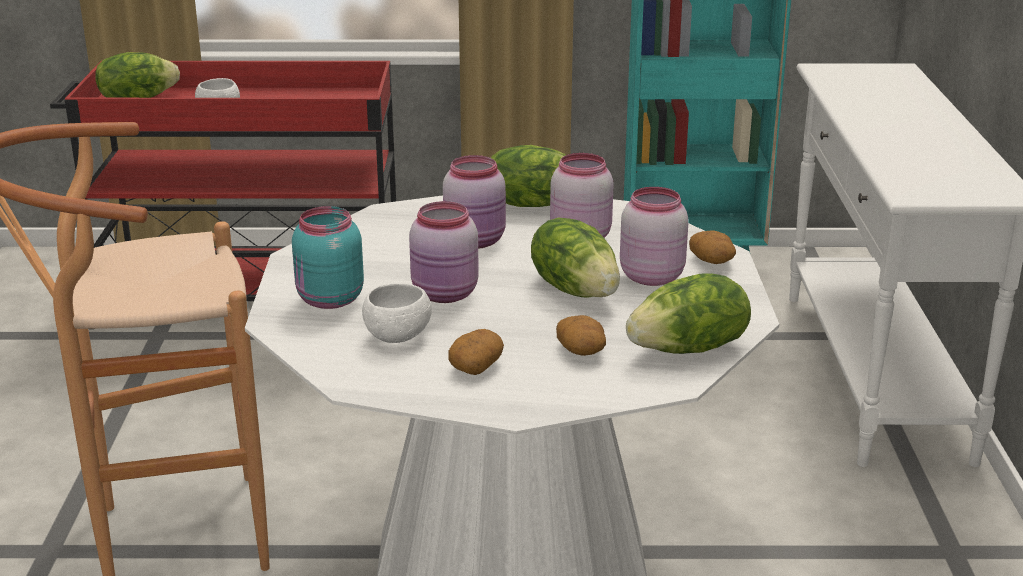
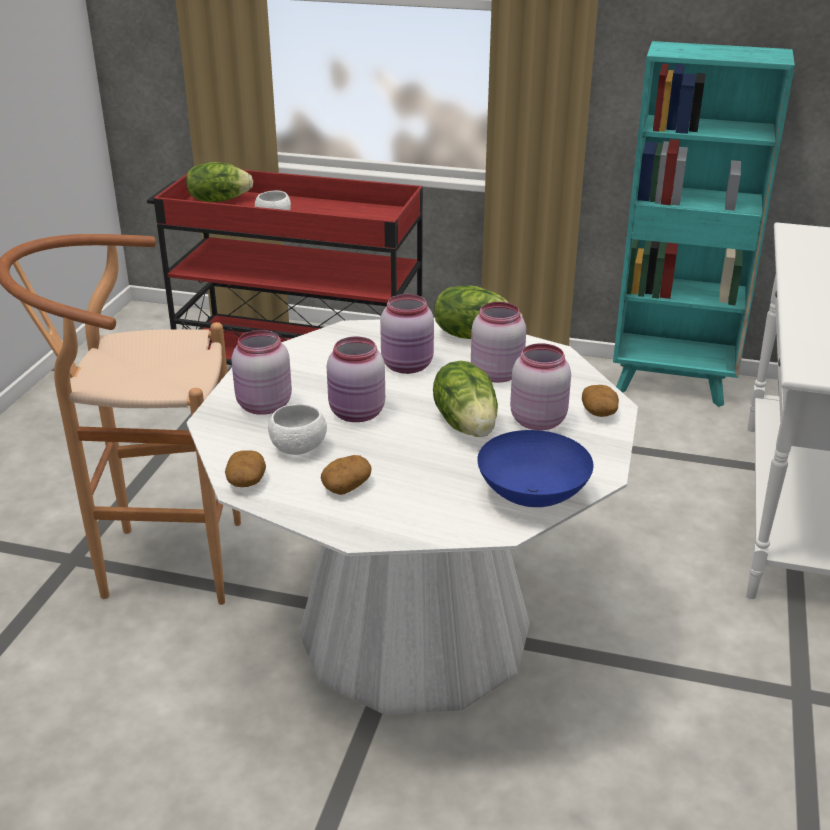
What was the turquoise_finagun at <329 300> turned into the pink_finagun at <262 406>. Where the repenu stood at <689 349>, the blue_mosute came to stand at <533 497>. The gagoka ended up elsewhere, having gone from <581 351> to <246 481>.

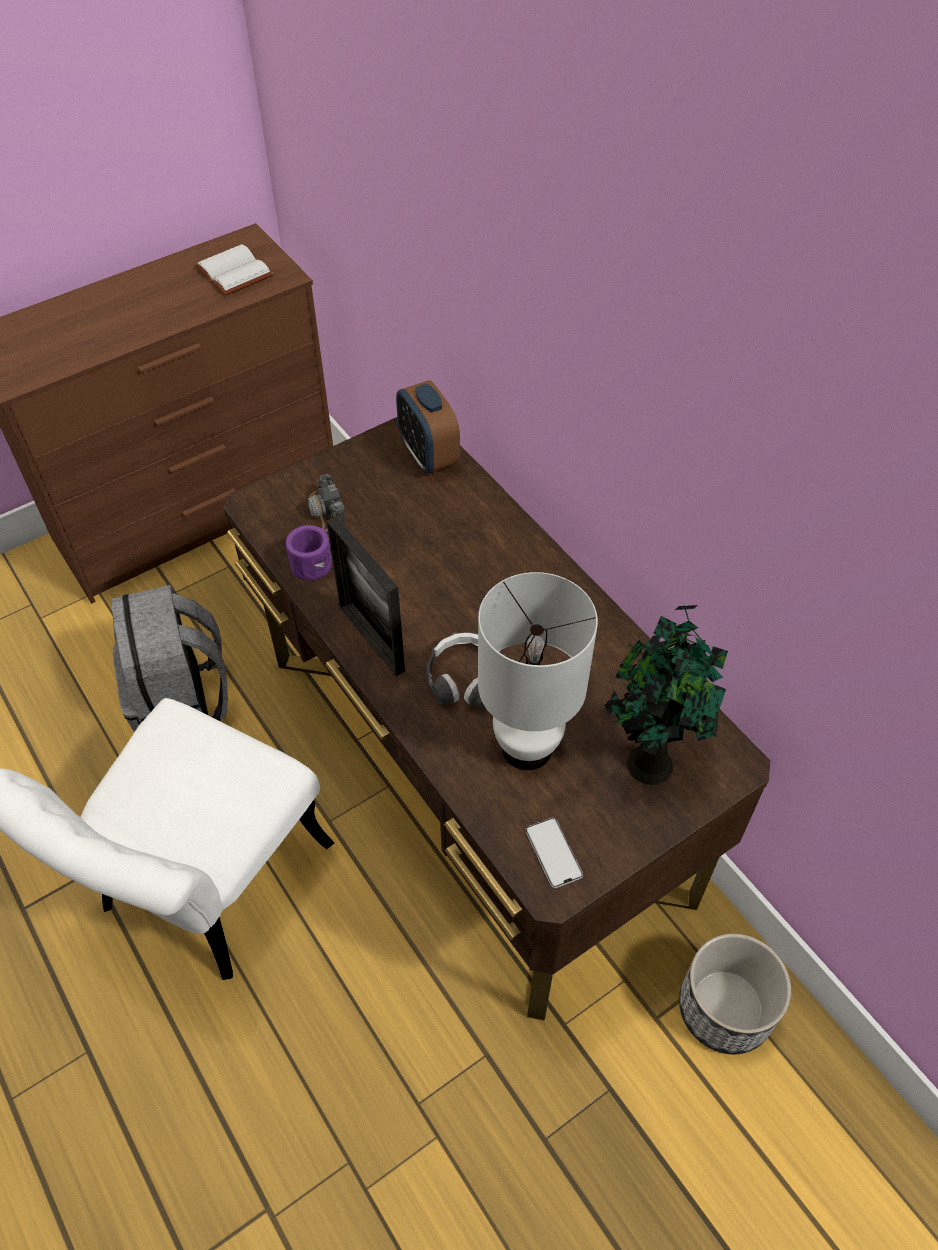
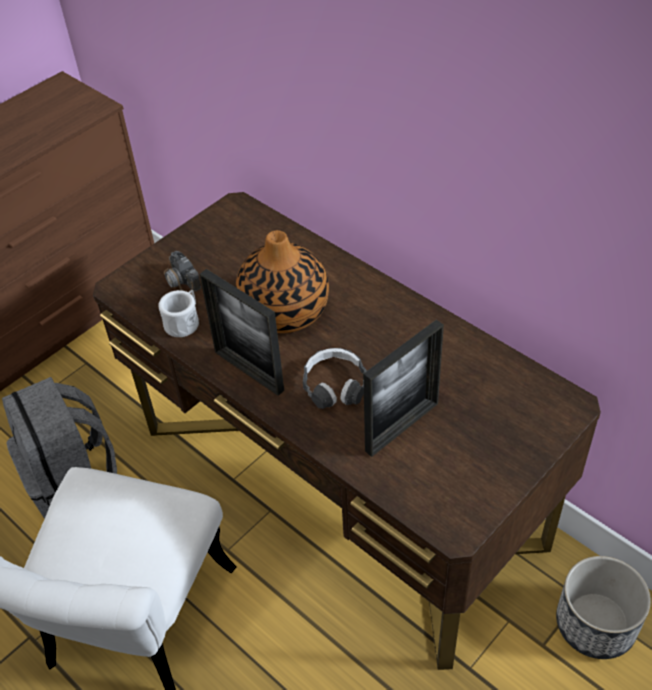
The second view lost the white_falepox at <232 272>. The second view lost the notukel at <428 455>. What was the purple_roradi at <315 562> turned into the white_roradi at <184 322>. Where the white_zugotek stood at <527 746>, the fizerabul came to stand at <402 427>. The second view lost the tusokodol at <648 760>. The second view lost the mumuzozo at <553 852>. The second view gained the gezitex at <285 310>.

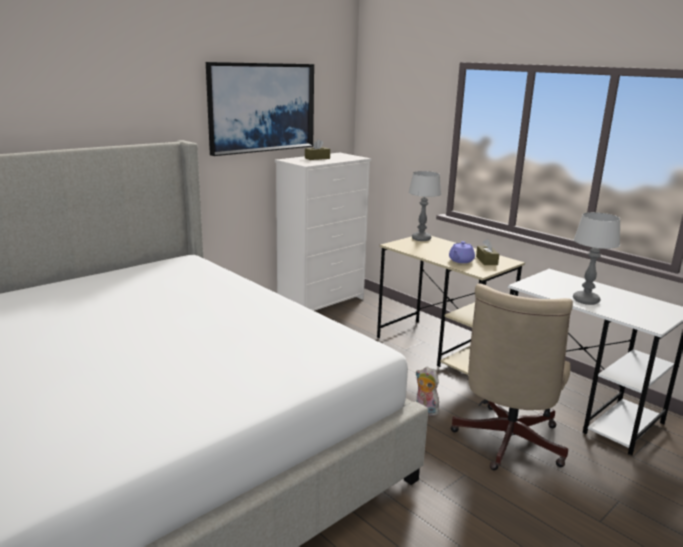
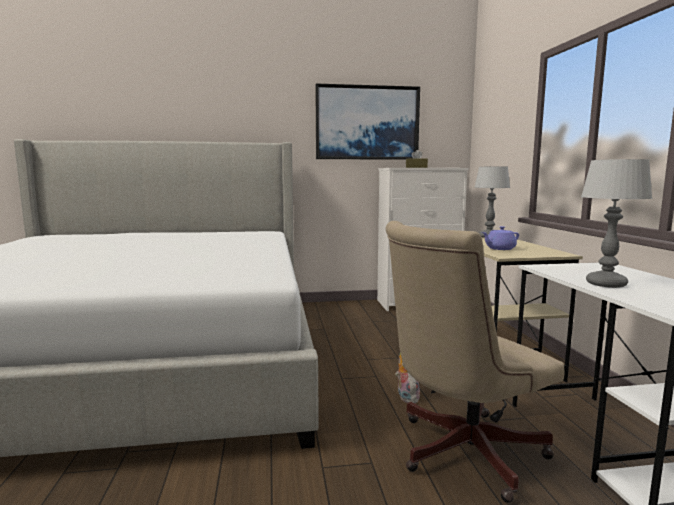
The second view lost the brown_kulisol at <486 261>.

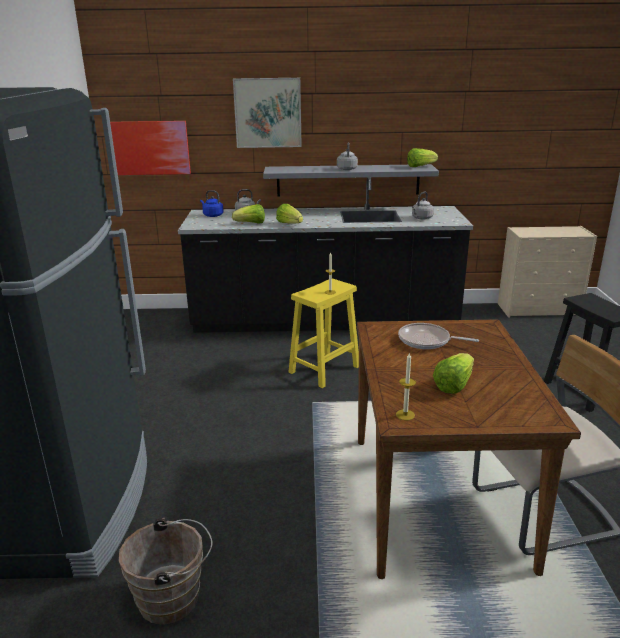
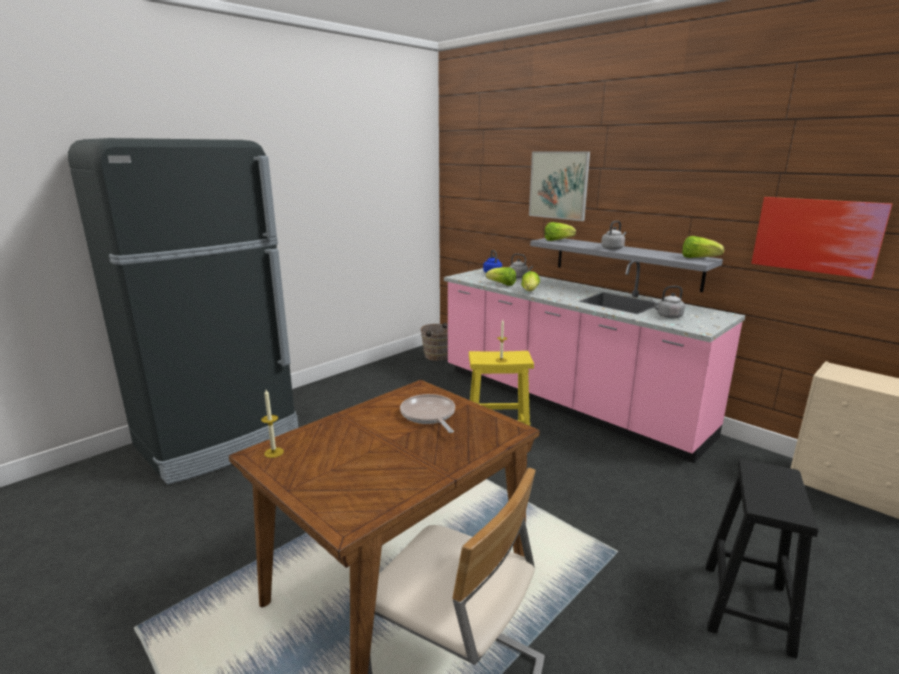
The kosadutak ended up elsewhere, having gone from <149 148> to <816 235>. What was the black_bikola at <324 321> turned into the pink_bikola at <566 402>. The repenu ended up elsewhere, having gone from <453 385> to <557 240>. The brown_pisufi ended up elsewhere, having gone from <174 598> to <439 356>.

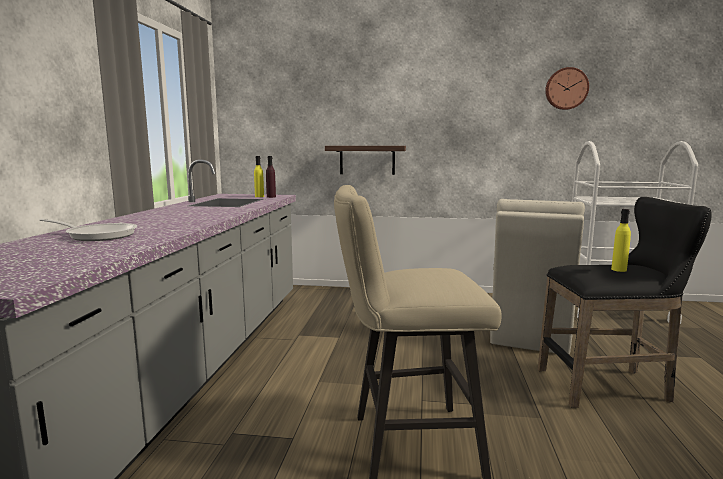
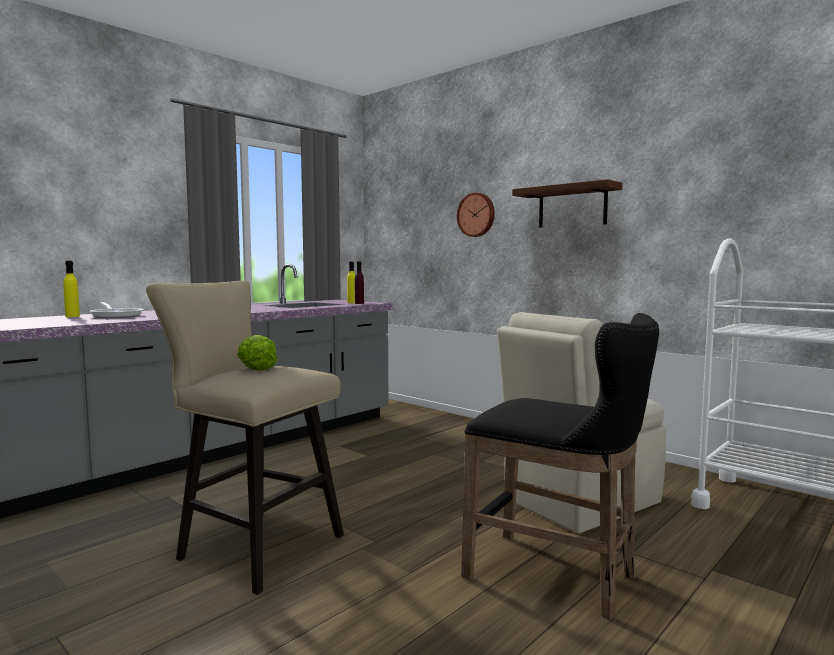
The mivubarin ended up elsewhere, having gone from <566 89> to <476 215>. The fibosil ended up elsewhere, having gone from <367 160> to <572 206>. The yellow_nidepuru ended up elsewhere, having gone from <619 269> to <72 316>. The second view gained the repenu at <255 368>.

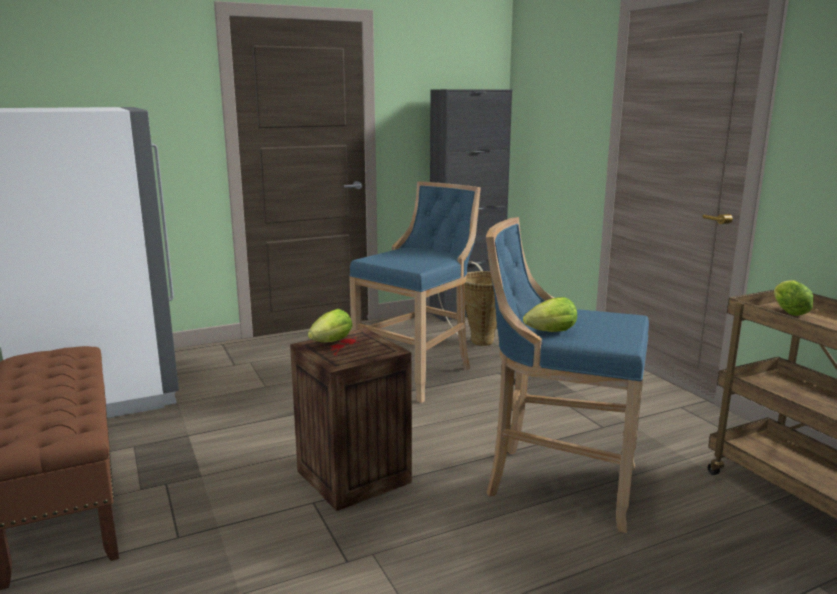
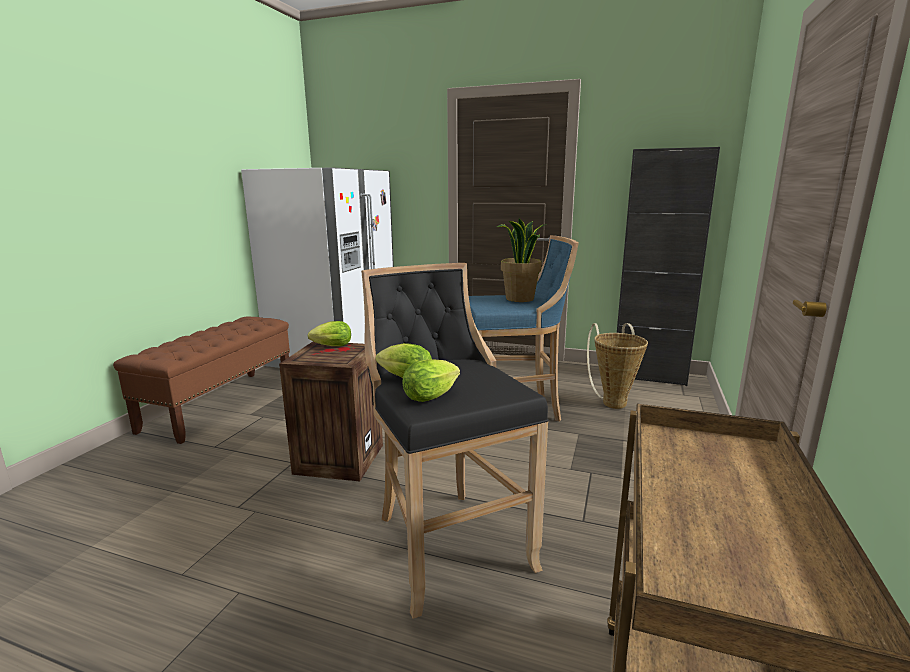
What was the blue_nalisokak at <557 483> turned into the black_nalisokak at <447 541>. The repenu ended up elsewhere, having gone from <787 311> to <433 396>. The second view gained the tusokodol at <520 299>.

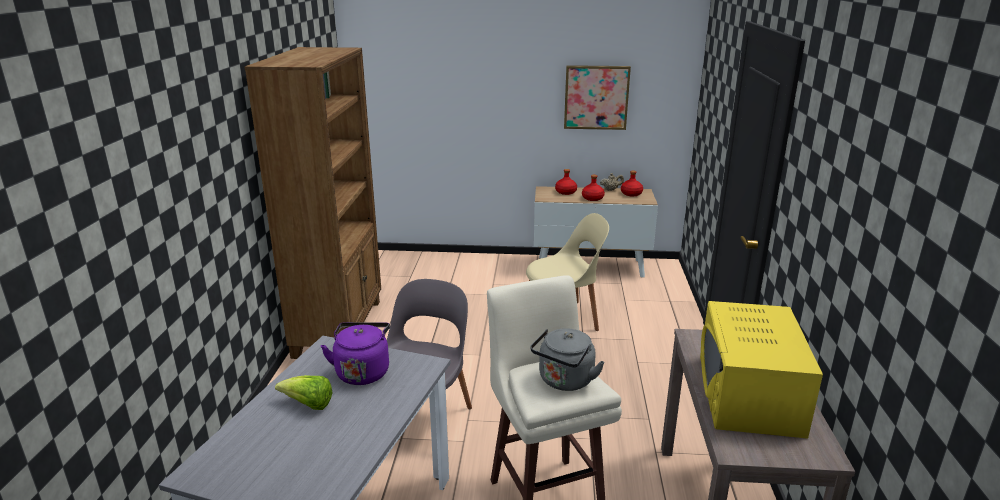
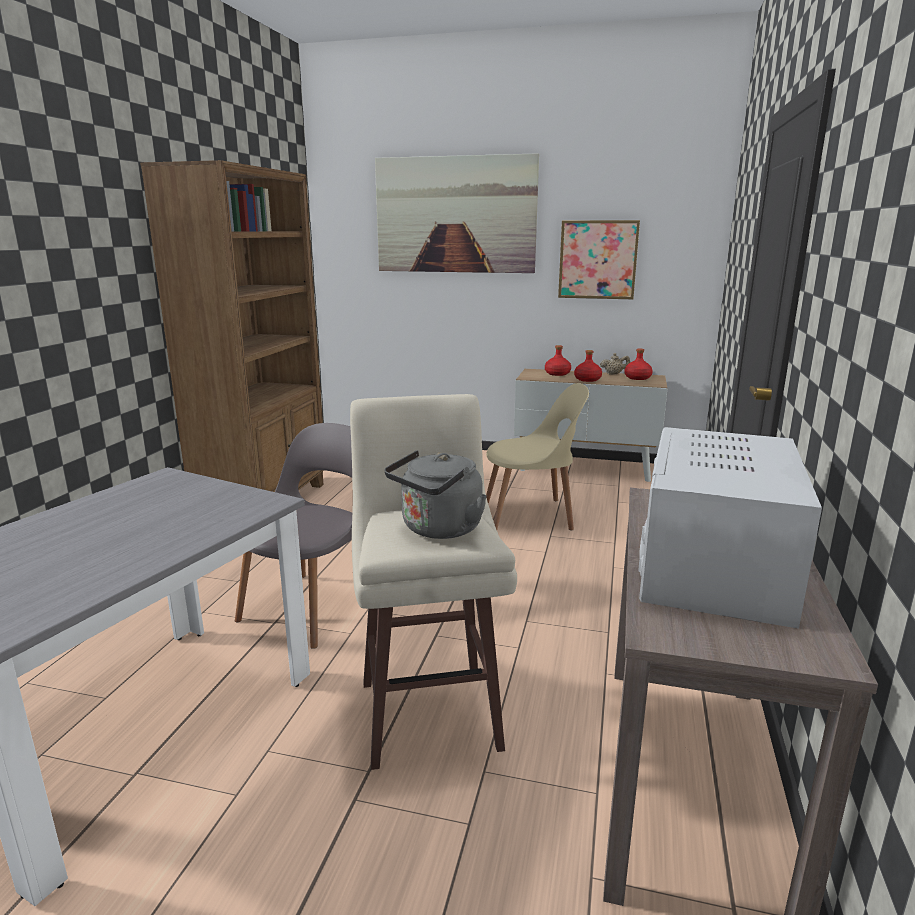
What was the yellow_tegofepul at <749 394> turned into the white_tegofepul at <714 564>. The second view lost the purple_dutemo at <362 371>. The second view lost the repenu at <308 405>. The second view gained the kosadutak at <455 215>.

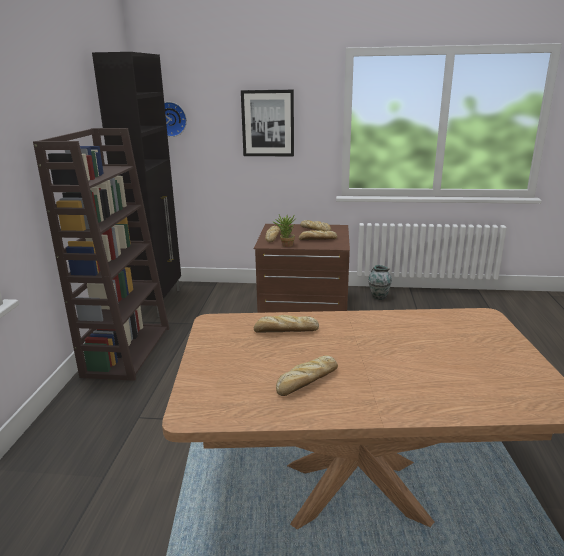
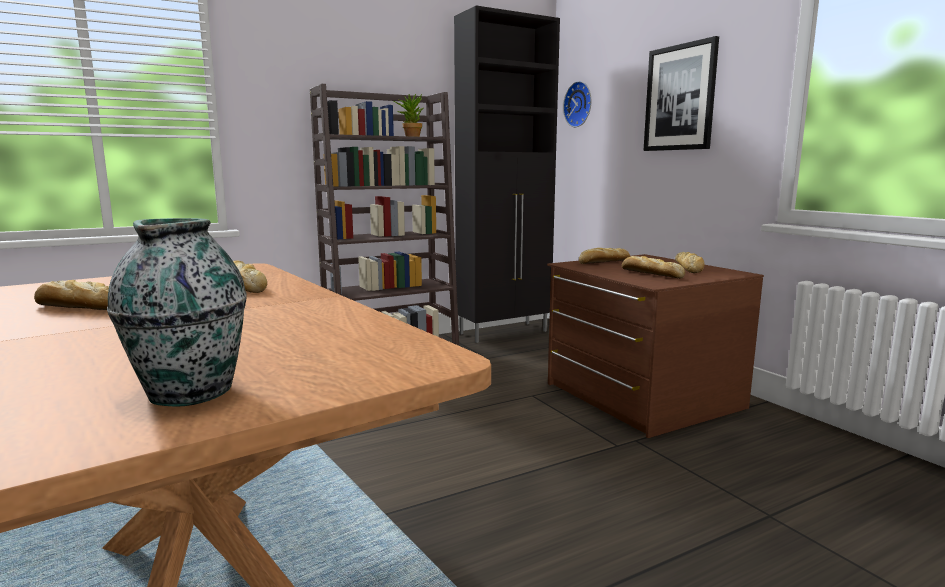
The tusokodol ended up elsewhere, having gone from <285 245> to <410 137>. The gezitex ended up elsewhere, having gone from <378 296> to <191 391>.

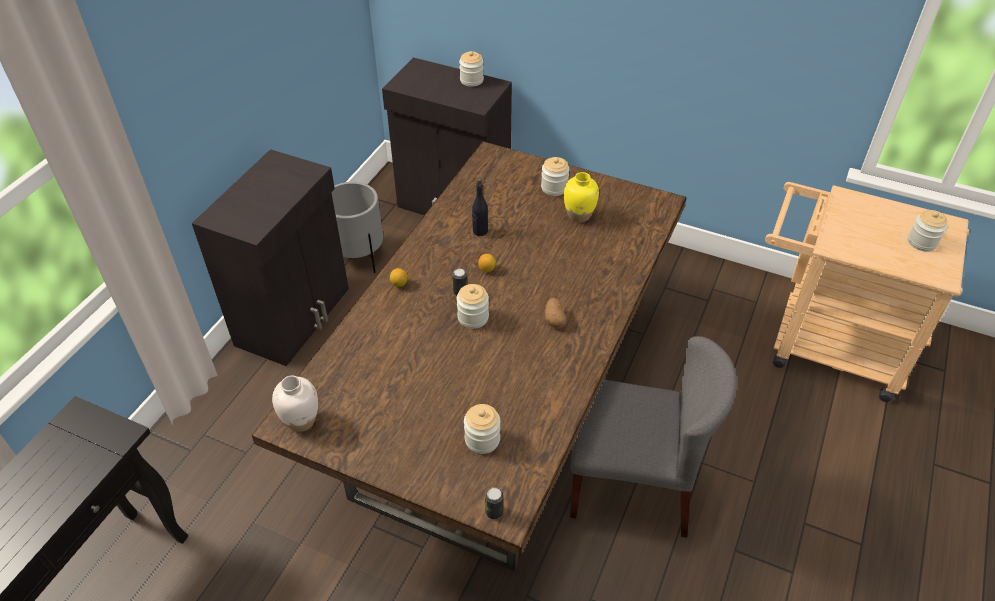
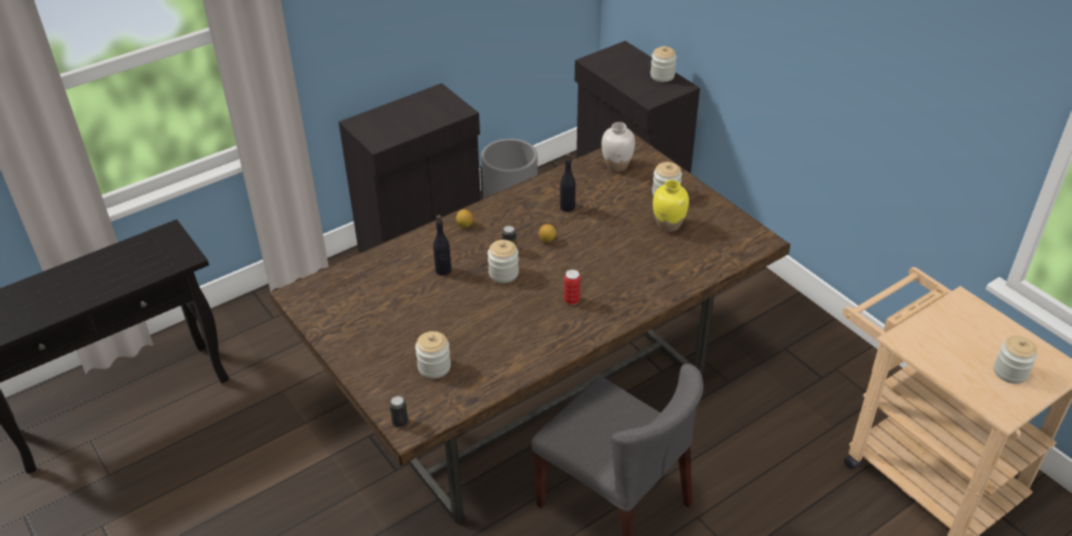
Where the gagoka stood at <554 319>, the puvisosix came to stand at <571 300>. The white_gezitex ended up elsewhere, having gone from <301 421> to <617 165>. The second view gained the black_nidepuru at <443 270>.

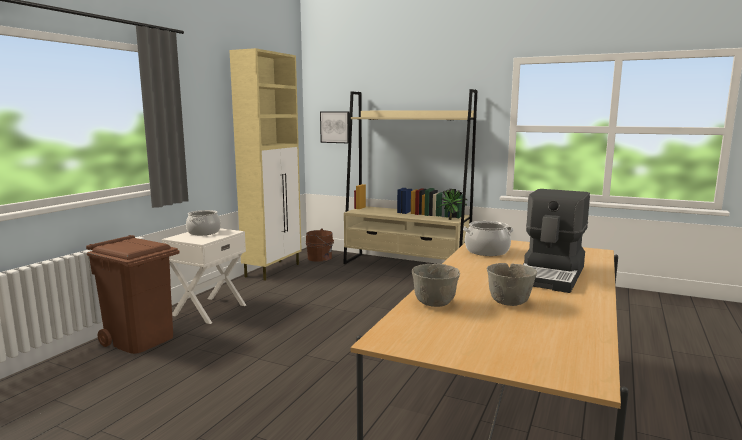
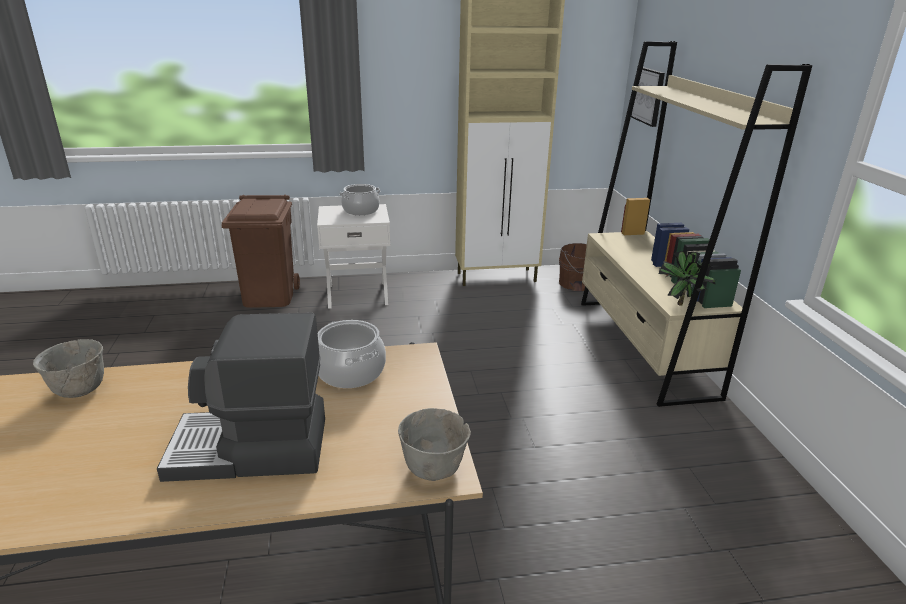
The grey_mosute ended up elsewhere, having gone from <509 302> to <435 469>.

